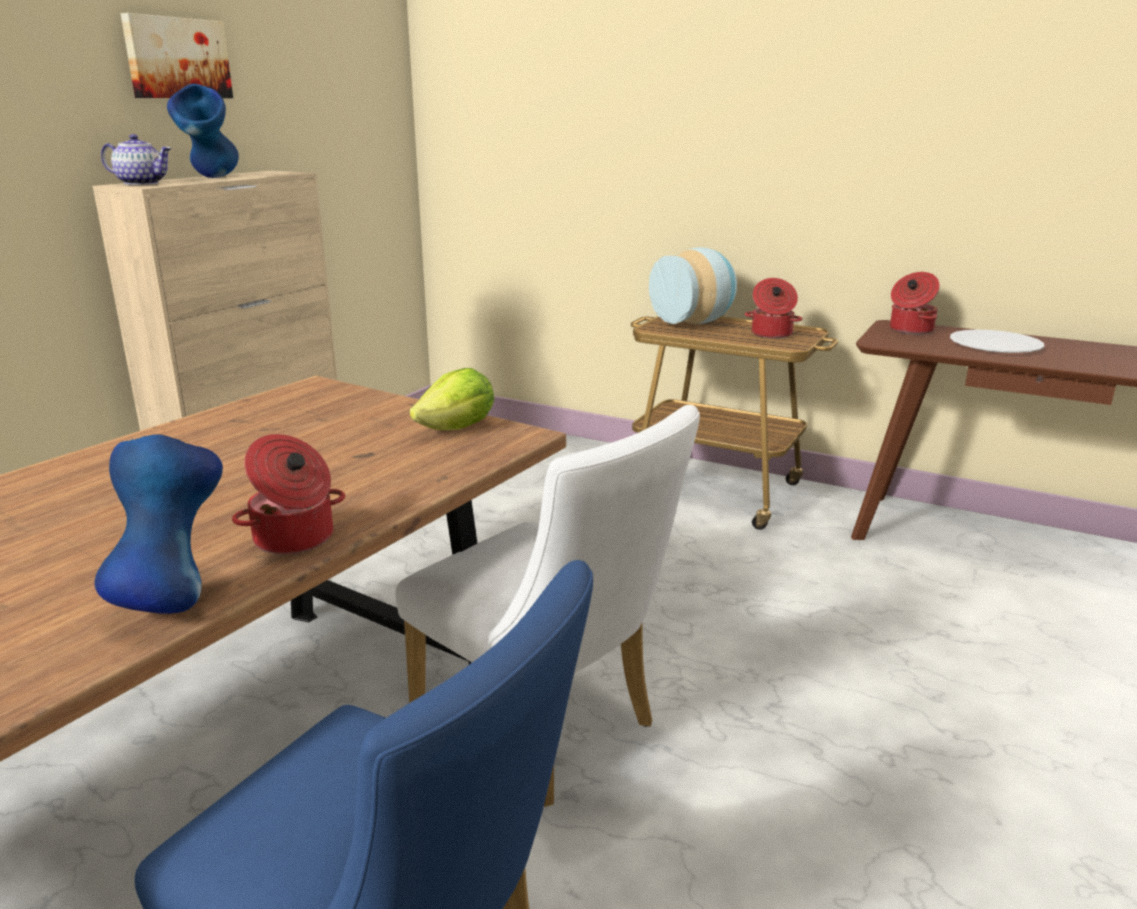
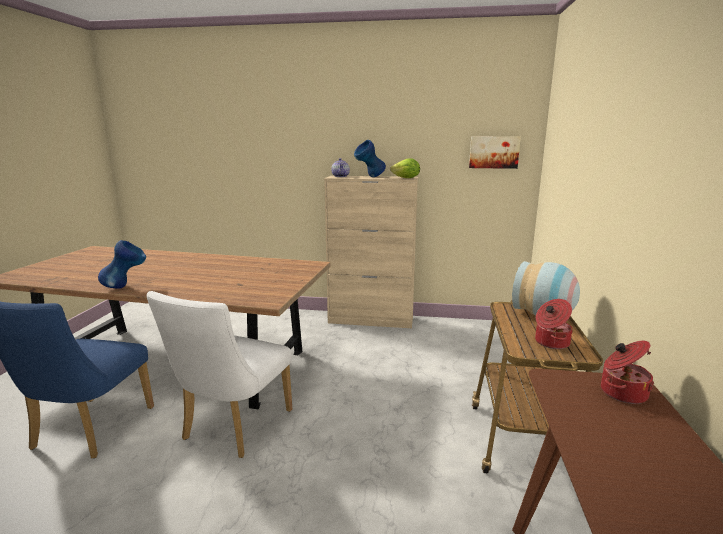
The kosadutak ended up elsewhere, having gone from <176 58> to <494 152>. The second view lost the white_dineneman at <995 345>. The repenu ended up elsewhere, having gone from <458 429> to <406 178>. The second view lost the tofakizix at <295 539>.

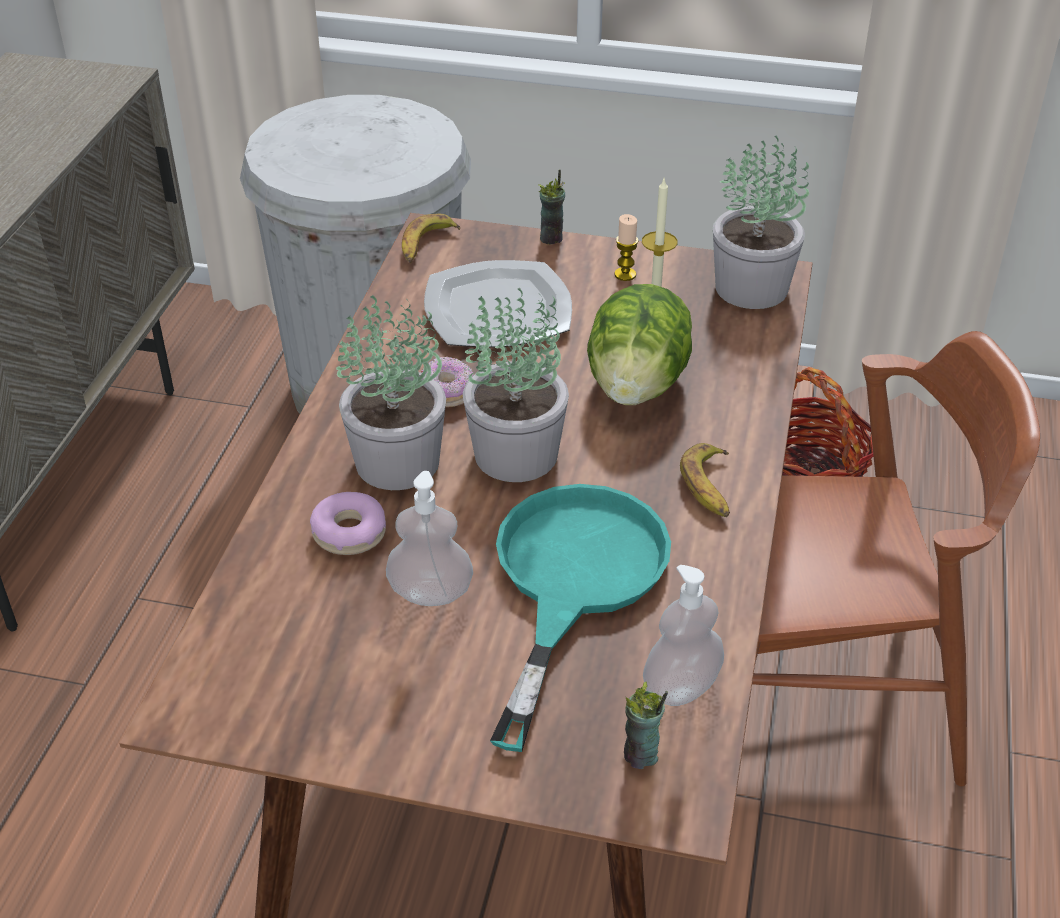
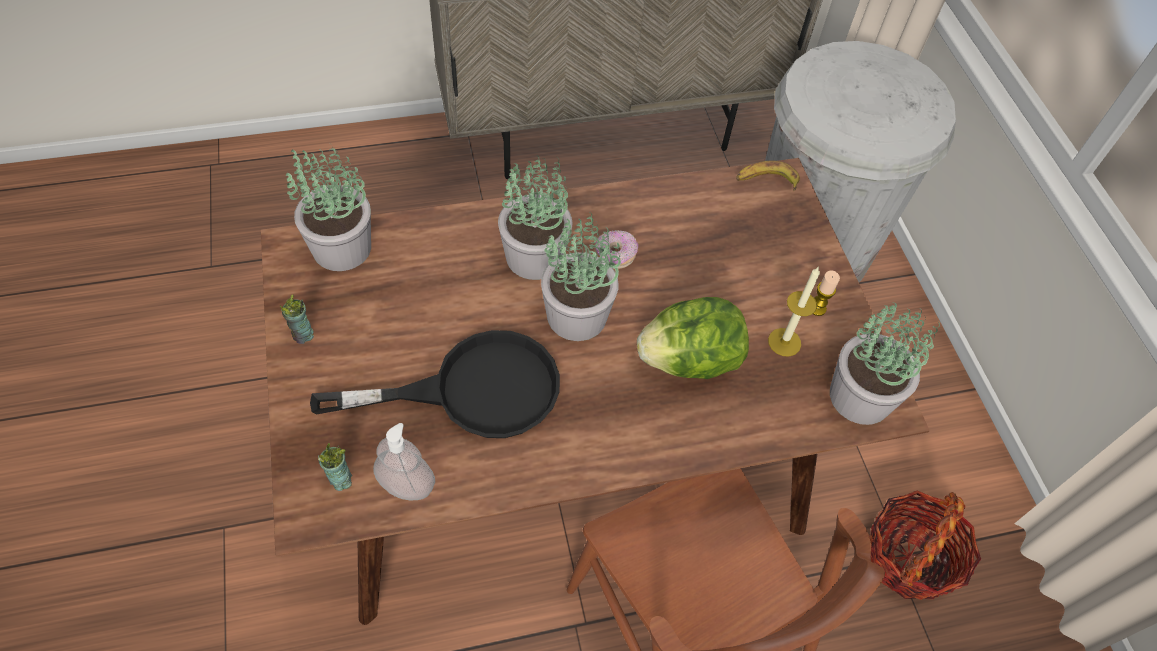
The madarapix ended up elsewhere, having gone from <552 238> to <303 335>. The second view lost the dineneman at <497 310>. The second view lost the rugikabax at <709 488>. The second view lost the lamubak at <430 593>. What was the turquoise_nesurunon at <572 581> turned into the black_nesurunon at <473 391>. The second view lost the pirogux at <349 532>. The second view gained the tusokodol at <340 248>.

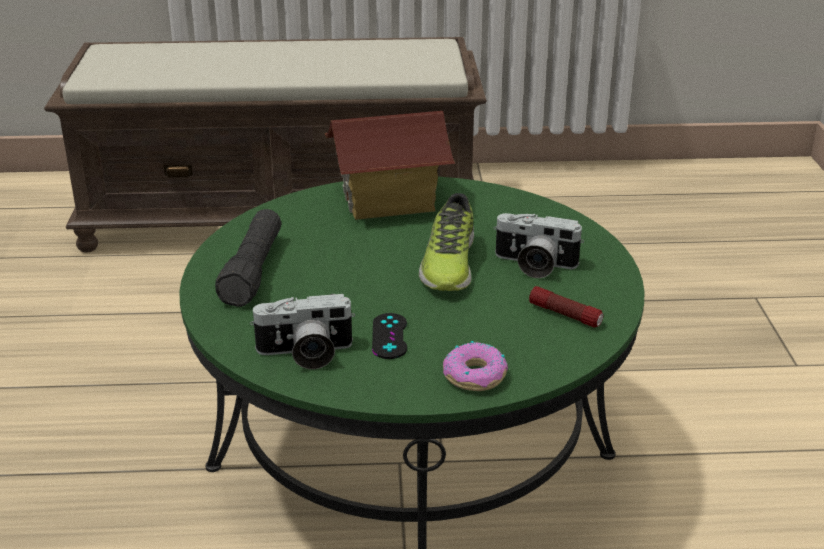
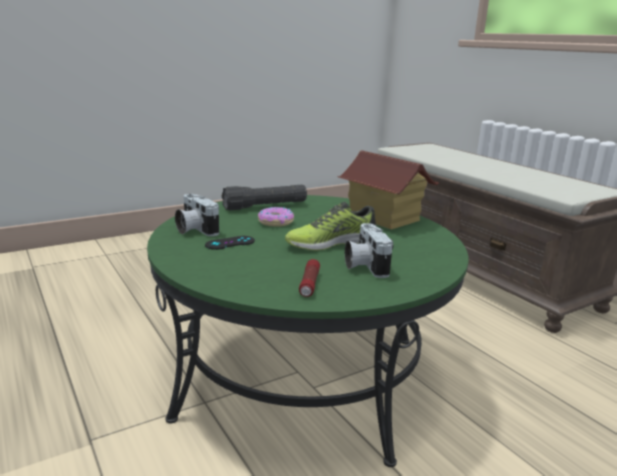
The pirogux ended up elsewhere, having gone from <475 375> to <275 222>.

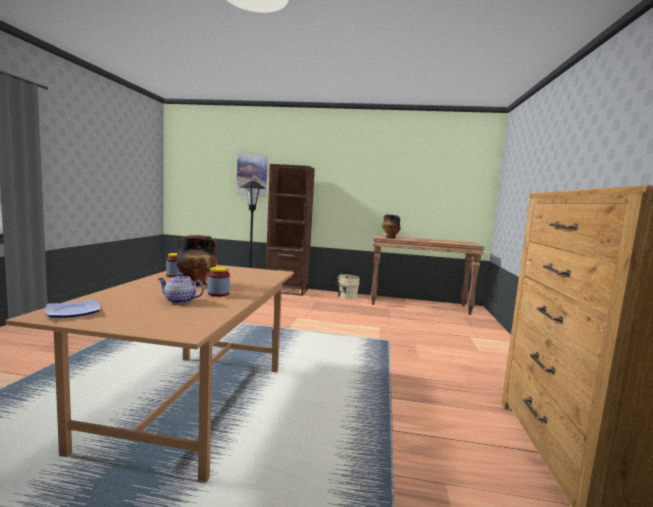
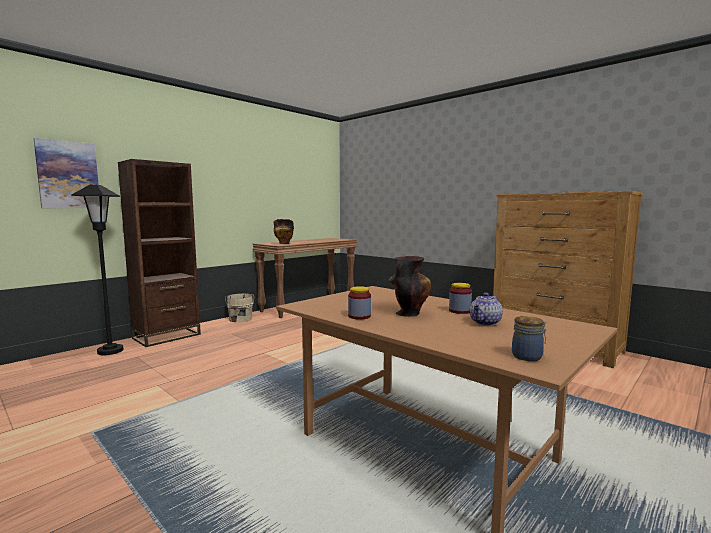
Where the dineneman stood at <74 312>, the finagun came to stand at <528 356>.

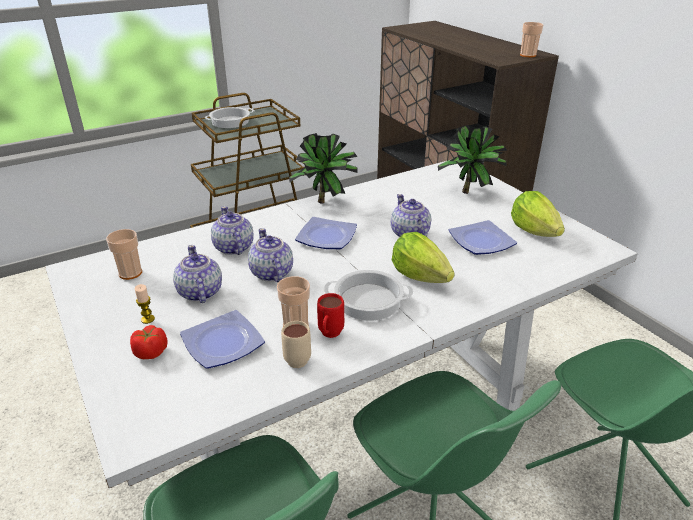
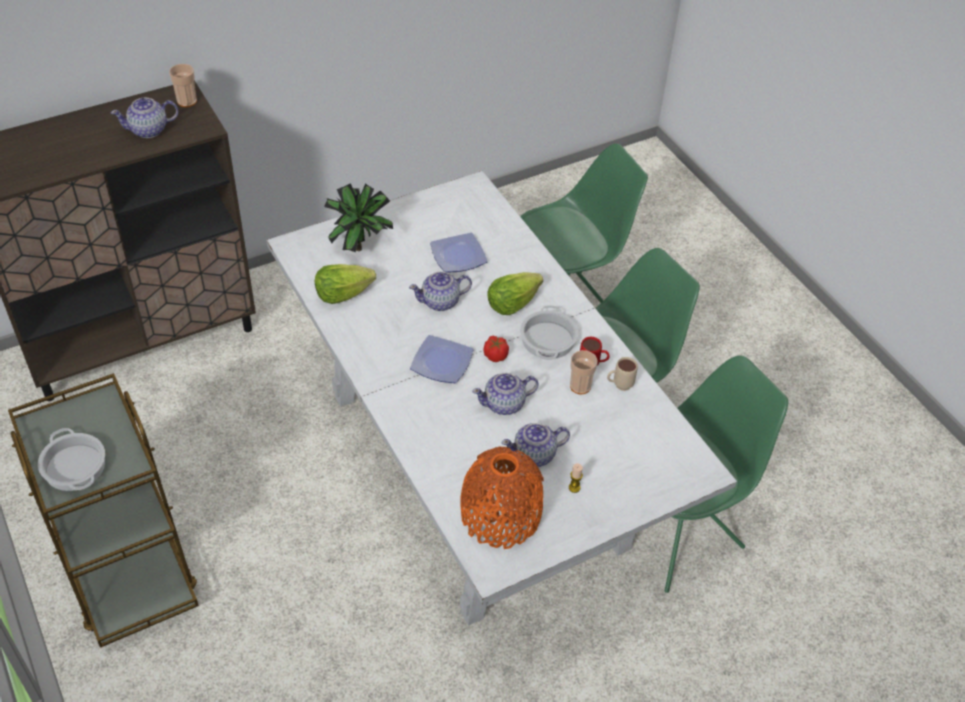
The second view lost the tusokodol at <326 202>. The repenu ended up elsewhere, having gone from <534 231> to <342 294>. The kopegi ended up elsewhere, having gone from <233 248> to <149 130>. Where the madarapix stood at <130 273>, the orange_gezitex came to stand at <500 516>. The second view lost the dineneman at <224 343>. The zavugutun ended up elsewhere, having gone from <151 352> to <495 355>.

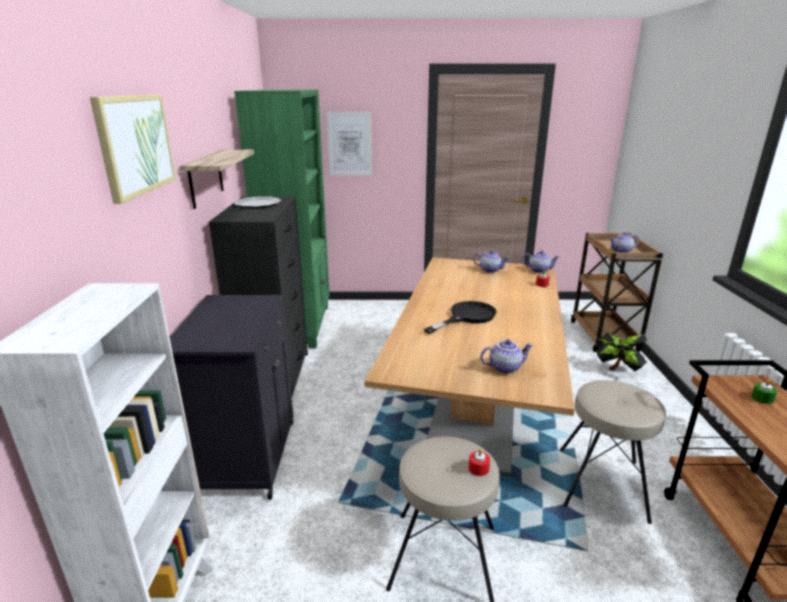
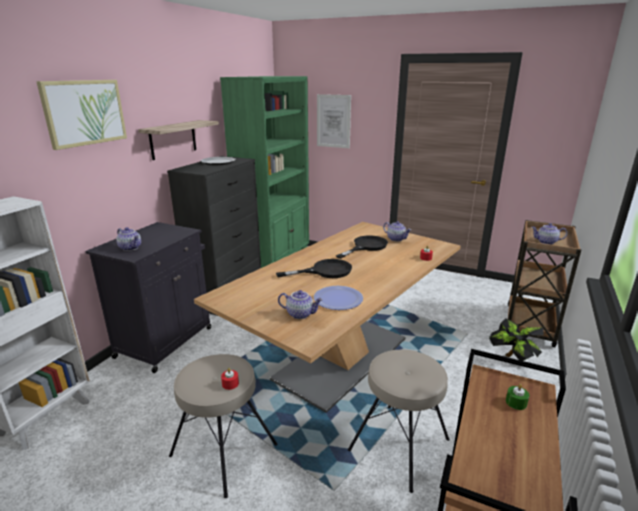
The kopegi ended up elsewhere, having gone from <539 270> to <131 248>. The second view gained the black_nesurunon at <366 246>. The second view gained the dineneman at <338 299>.

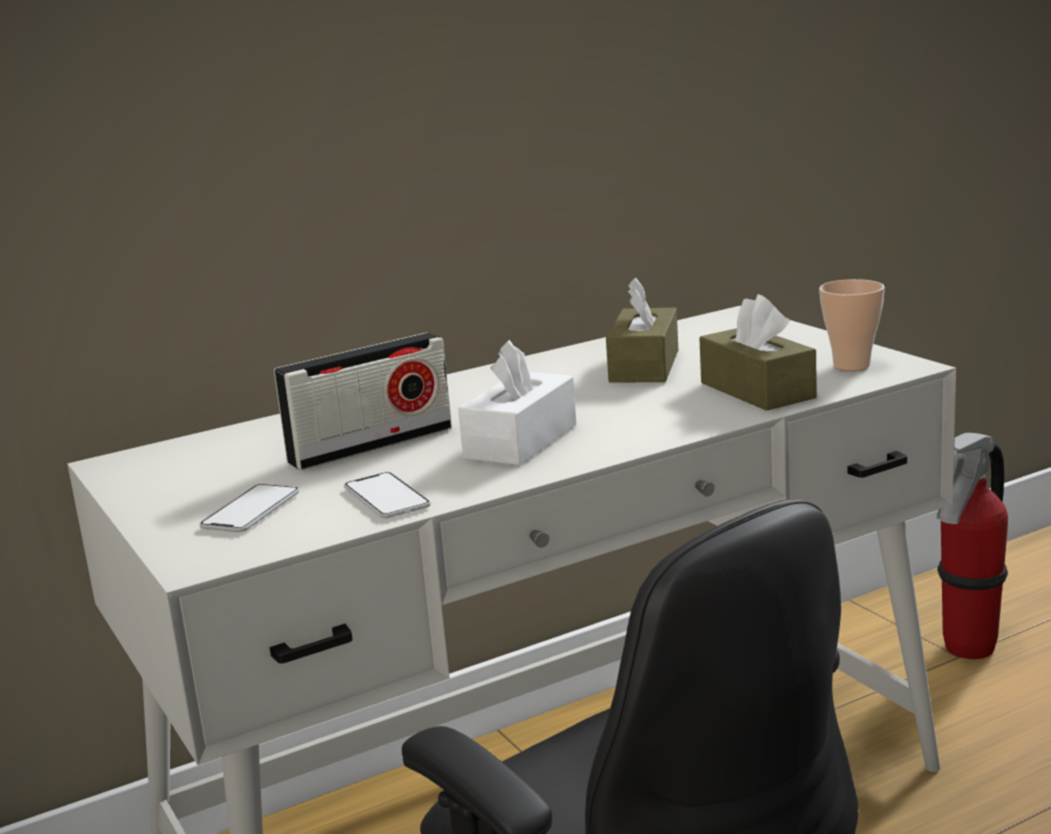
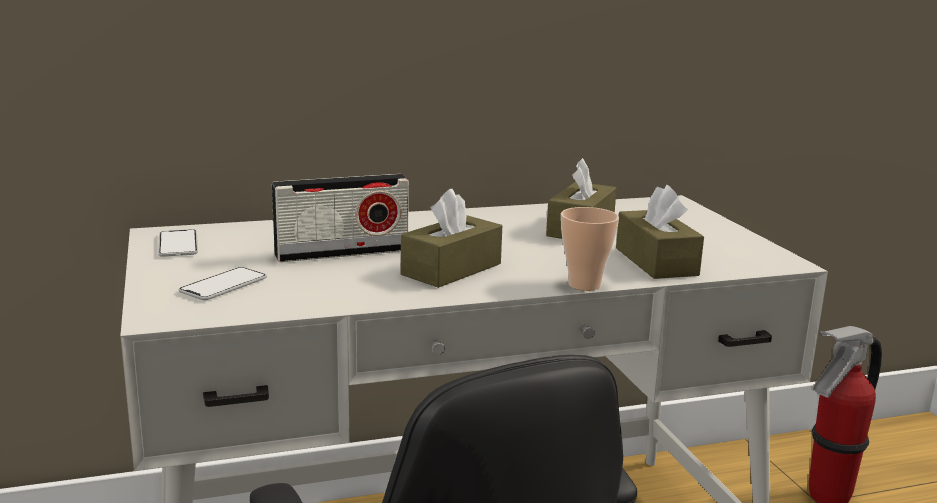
The madarapix ended up elsewhere, having gone from <851 365> to <584 285>. What was the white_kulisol at <521 441> turned into the brown_kulisol at <451 269>. The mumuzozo ended up elsewhere, having gone from <386 498> to <178 245>.

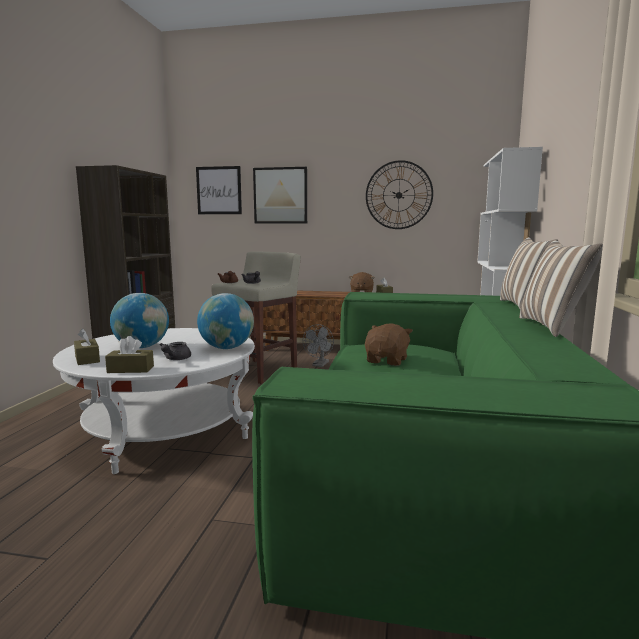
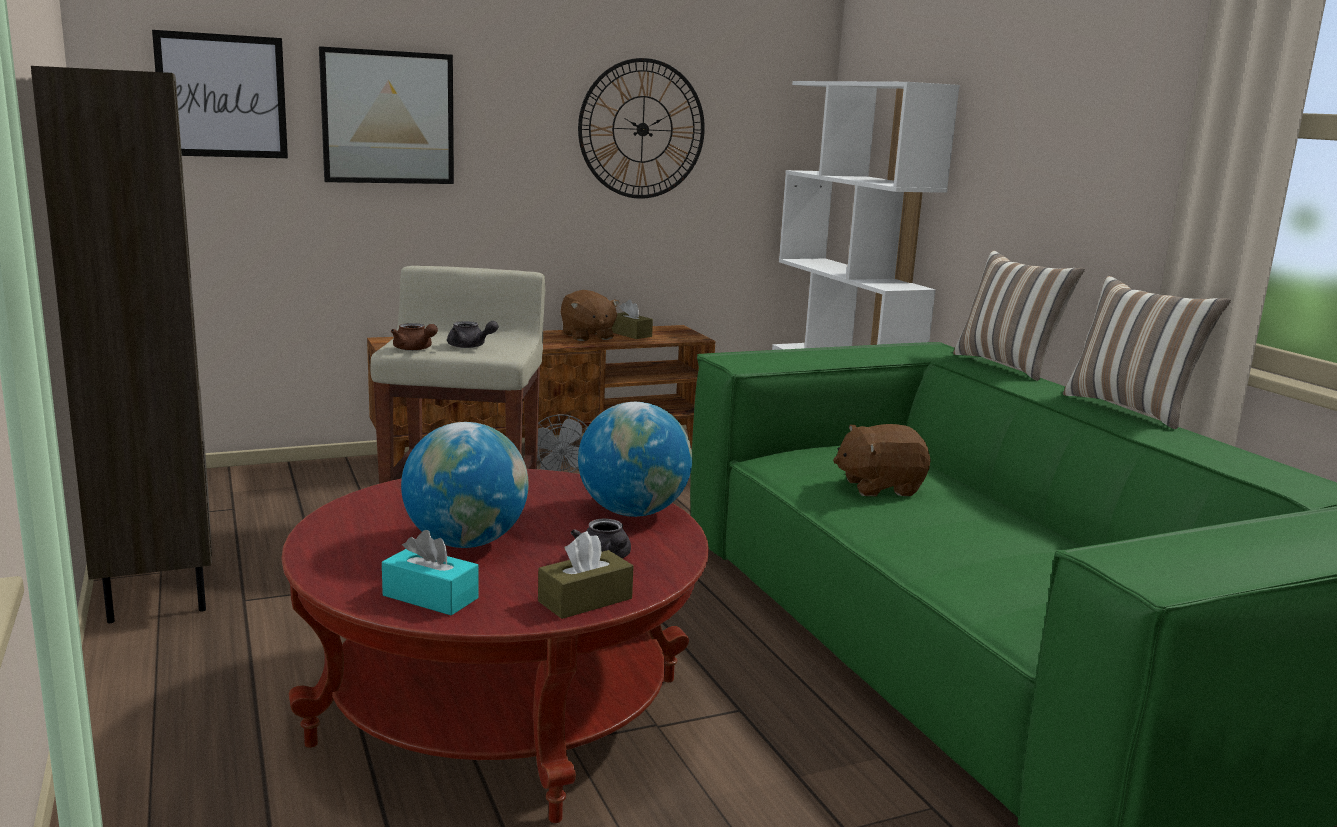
The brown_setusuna at <387 361> ended up facing another way, 90 degrees counterclockwise from before. What was the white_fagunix at <165 431> turned into the red_fagunix at <501 710>. What was the brown_kulisol at <87 359> turned into the turquoise_kulisol at <430 597>.

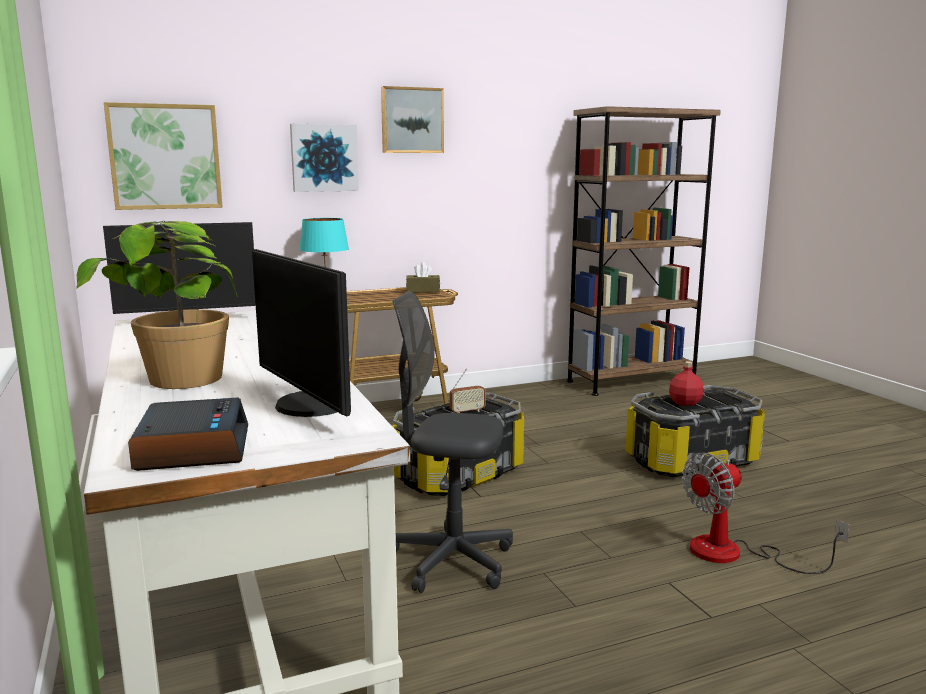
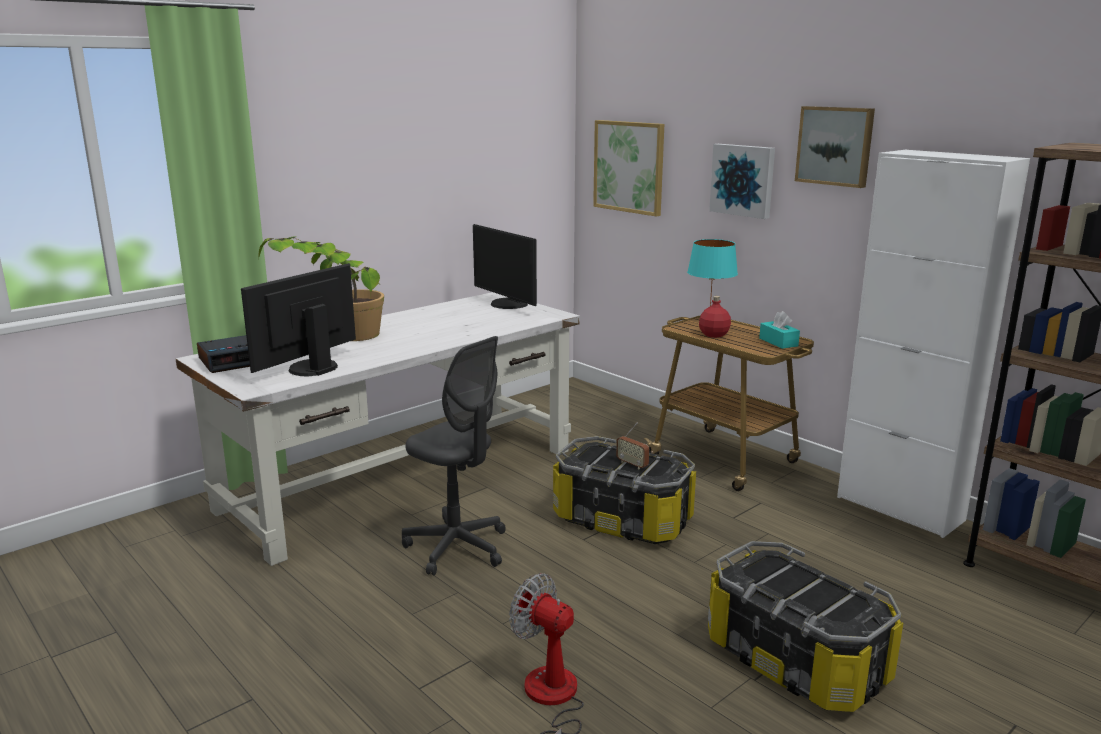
What was the brown_kulisol at <423 290> turned into the turquoise_kulisol at <778 342>. The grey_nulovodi at <451 561> ended up facing another way, 135 degrees clockwise from before. The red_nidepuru ended up elsewhere, having gone from <685 403> to <714 335>. The second view gained the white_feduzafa at <899 508>.

